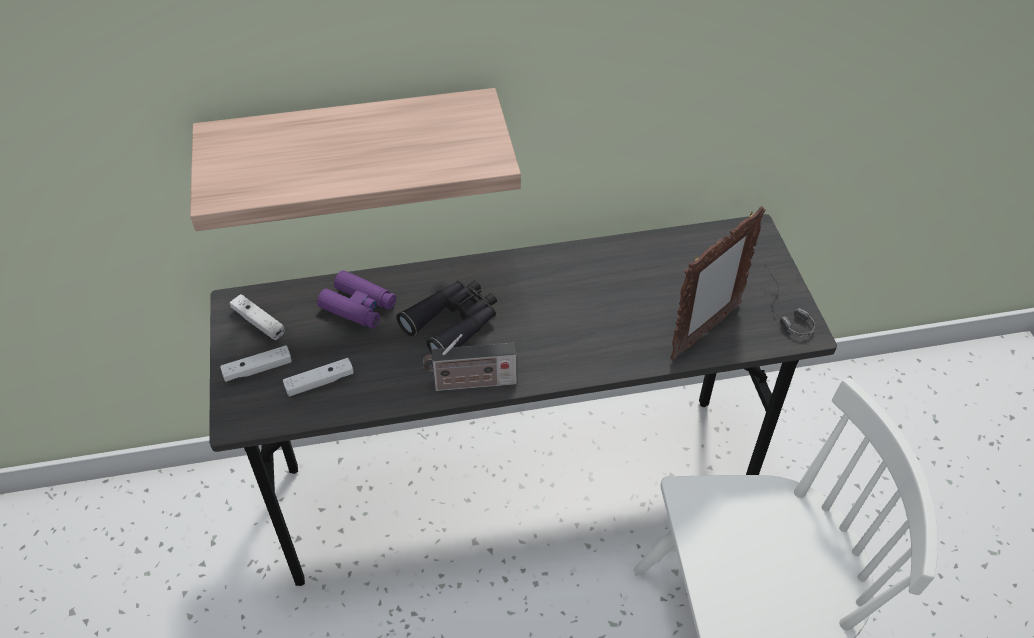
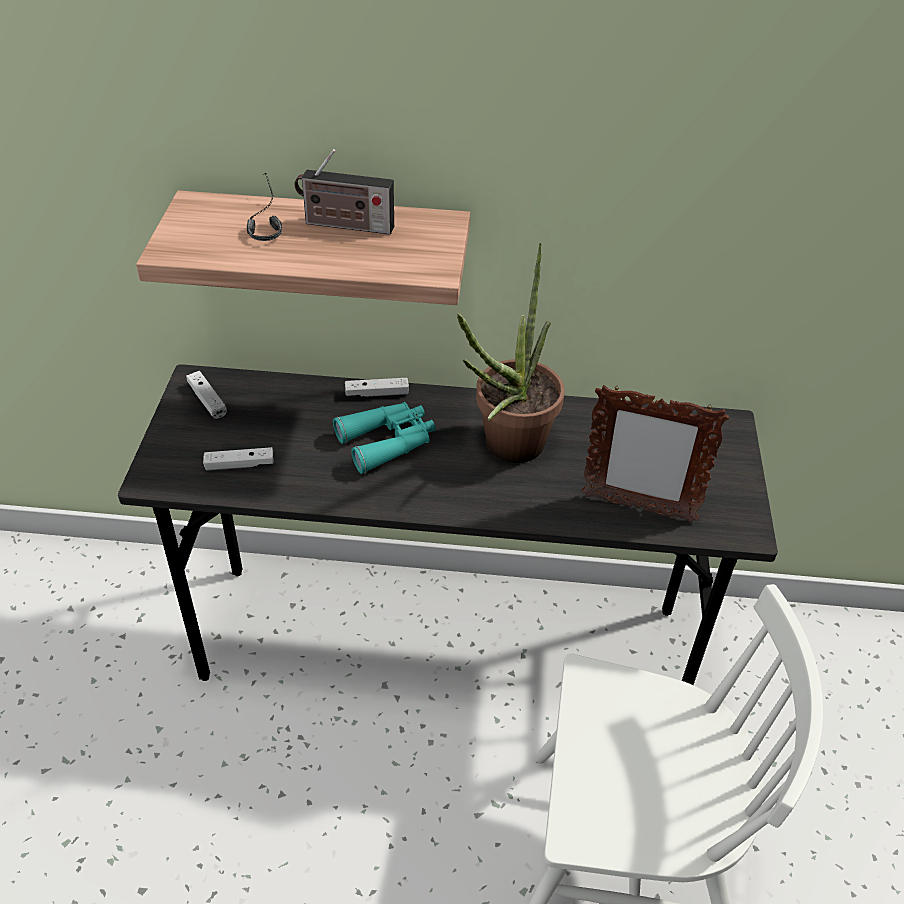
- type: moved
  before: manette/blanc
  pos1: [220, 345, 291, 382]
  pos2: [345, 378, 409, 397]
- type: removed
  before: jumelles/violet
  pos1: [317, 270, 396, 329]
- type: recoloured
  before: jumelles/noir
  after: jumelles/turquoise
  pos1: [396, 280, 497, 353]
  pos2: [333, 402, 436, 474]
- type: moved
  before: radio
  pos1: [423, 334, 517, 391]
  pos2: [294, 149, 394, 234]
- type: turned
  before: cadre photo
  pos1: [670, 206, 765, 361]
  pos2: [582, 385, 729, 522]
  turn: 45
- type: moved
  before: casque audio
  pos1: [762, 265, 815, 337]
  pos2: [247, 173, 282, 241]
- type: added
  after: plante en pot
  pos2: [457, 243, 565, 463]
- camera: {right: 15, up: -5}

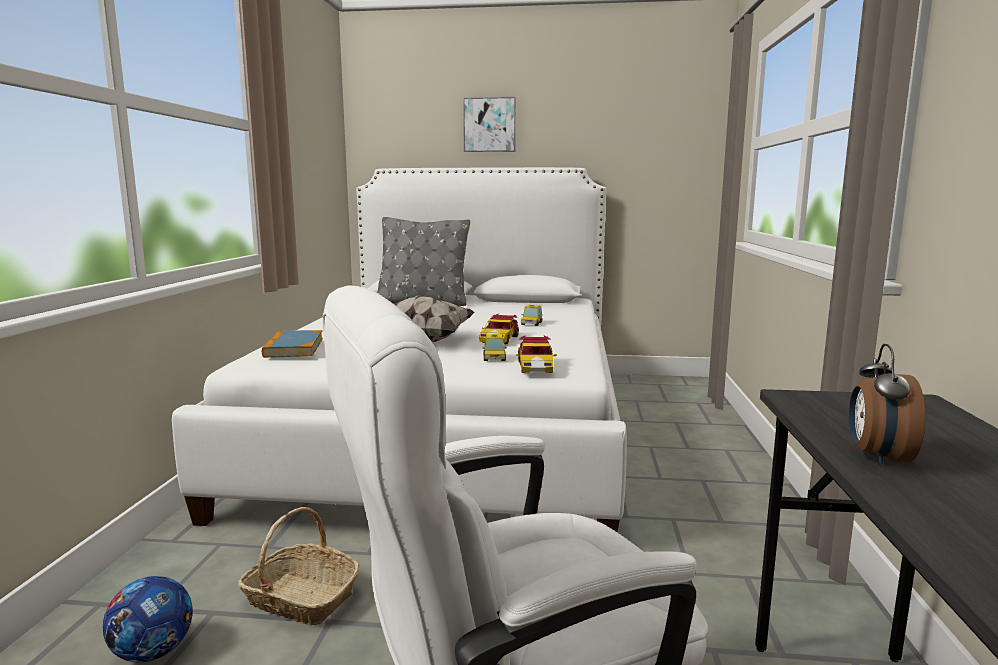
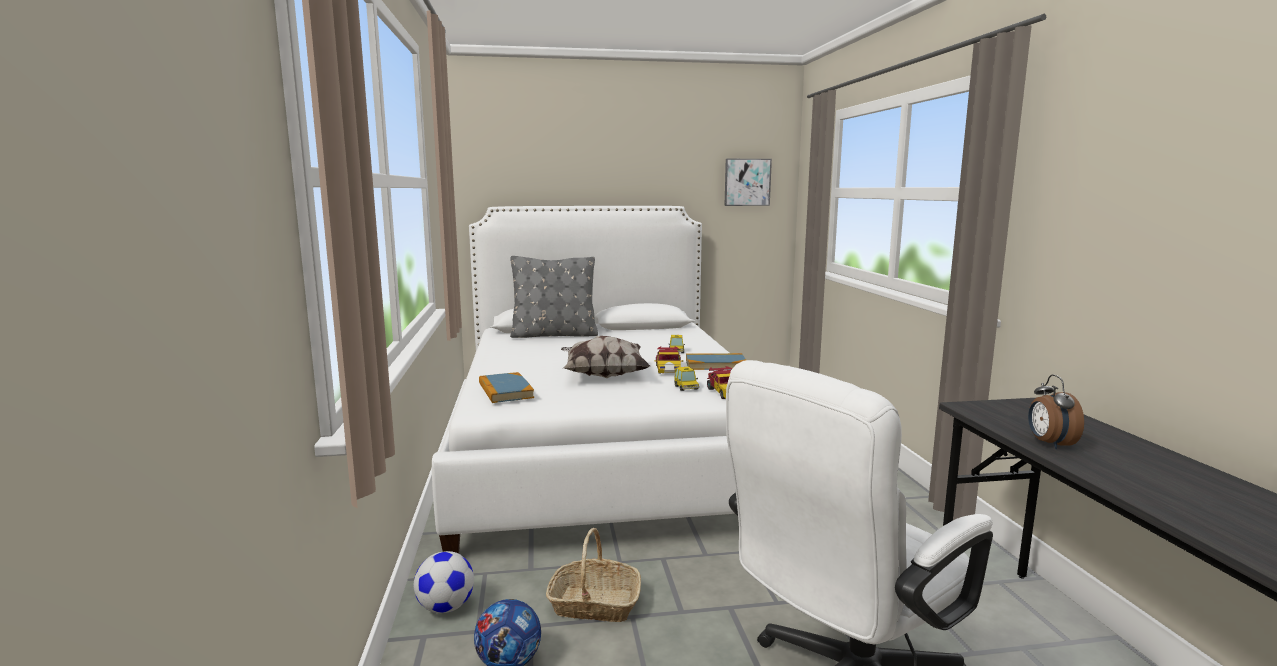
- type: moved
  before: tableau
  pos1: [463, 97, 516, 152]
  pos2: [724, 159, 772, 206]
- type: added
  after: ballon de foot
  pos2: [414, 551, 474, 613]
- type: added
  after: livre
  pos2: [686, 353, 746, 370]
- camera: {right: -15, up: 0}

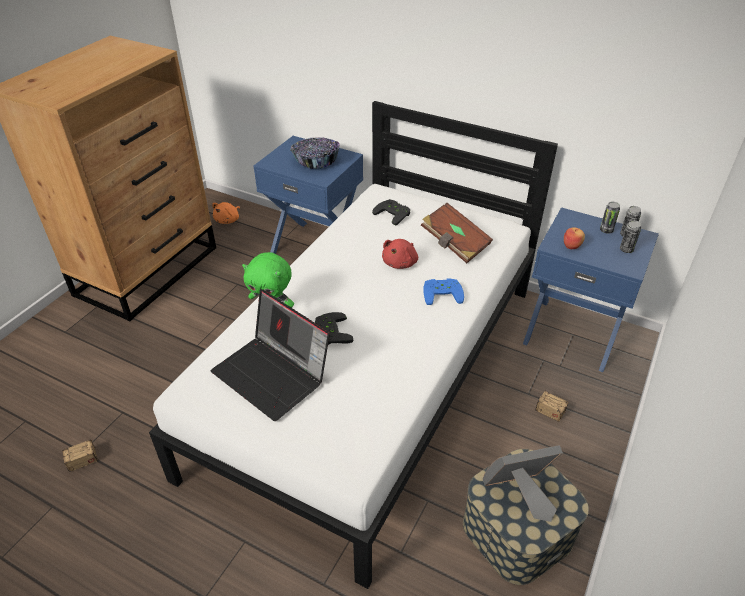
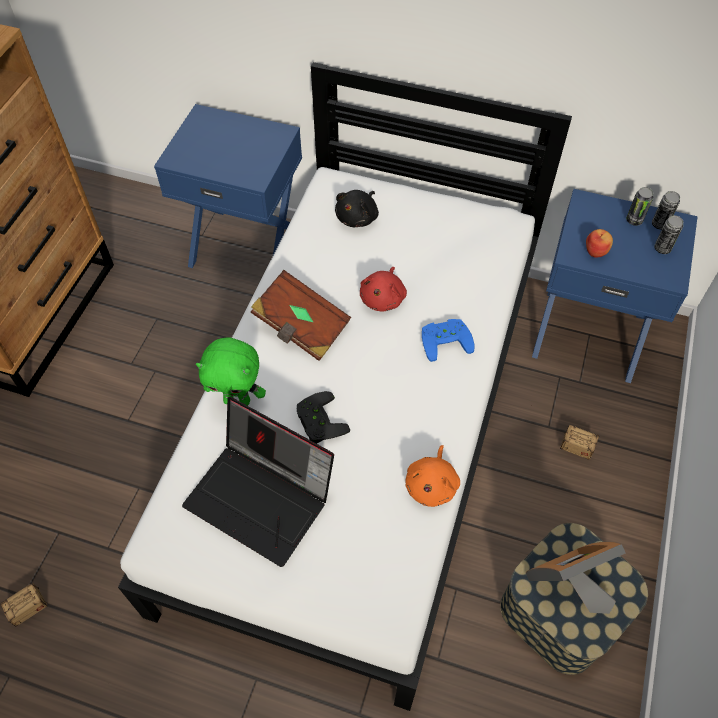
- type: moved
  before: peluche/orange
  pos1: [212, 202, 240, 224]
  pos2: [406, 445, 460, 507]
- type: removed
  before: bol
  pos1: [290, 137, 340, 169]
- type: replaced
  before: manette/noir
  after: peluche/noir
  pos1: [372, 199, 410, 226]
  pos2: [335, 190, 379, 227]
- type: moved
  before: livre/marron
  pos1: [421, 203, 493, 263]
  pos2: [250, 270, 351, 361]
- camera: {right: -10, up: 15}

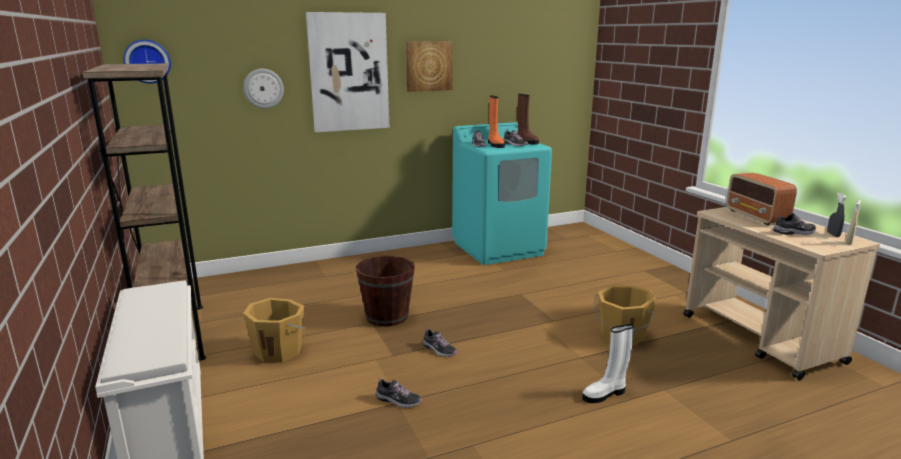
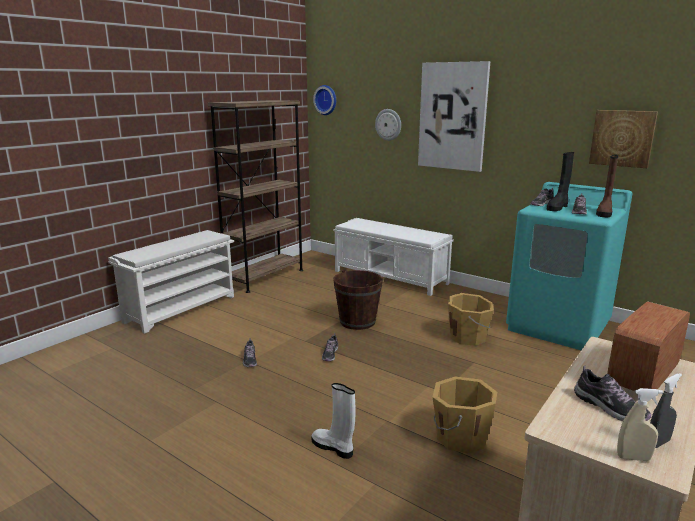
- type: moved
  before: seau/orange
  pos1: [243, 298, 306, 362]
  pos2: [448, 293, 494, 346]
- type: moved
  before: tableau
  pos1: [406, 41, 453, 92]
  pos2: [589, 110, 658, 168]
- type: recoloured
  before: botte/orange
  after: botte/noir
  pos1: [488, 95, 505, 148]
  pos2: [547, 152, 574, 211]
- type: added
  after: banc/blanc
  pos2: [333, 218, 454, 296]
- camera: {right: 60, up: 0}

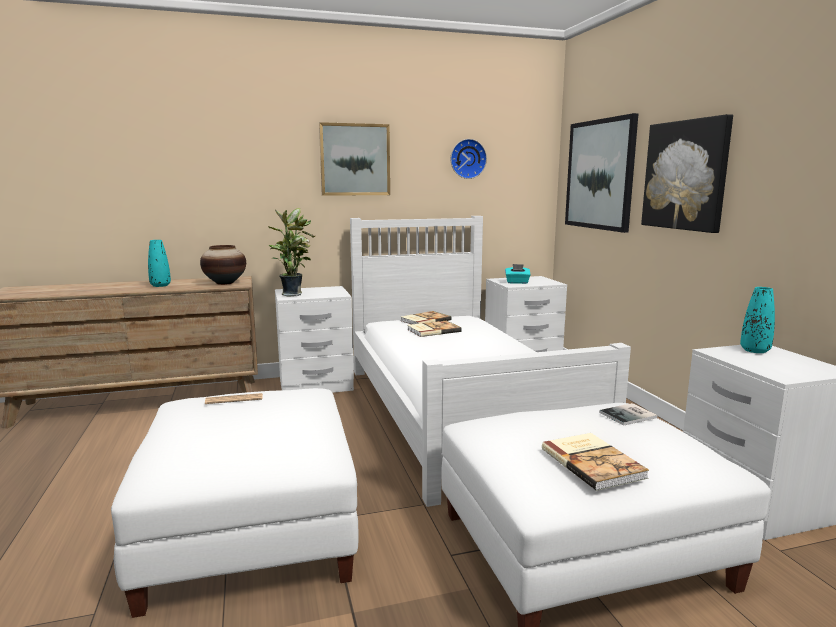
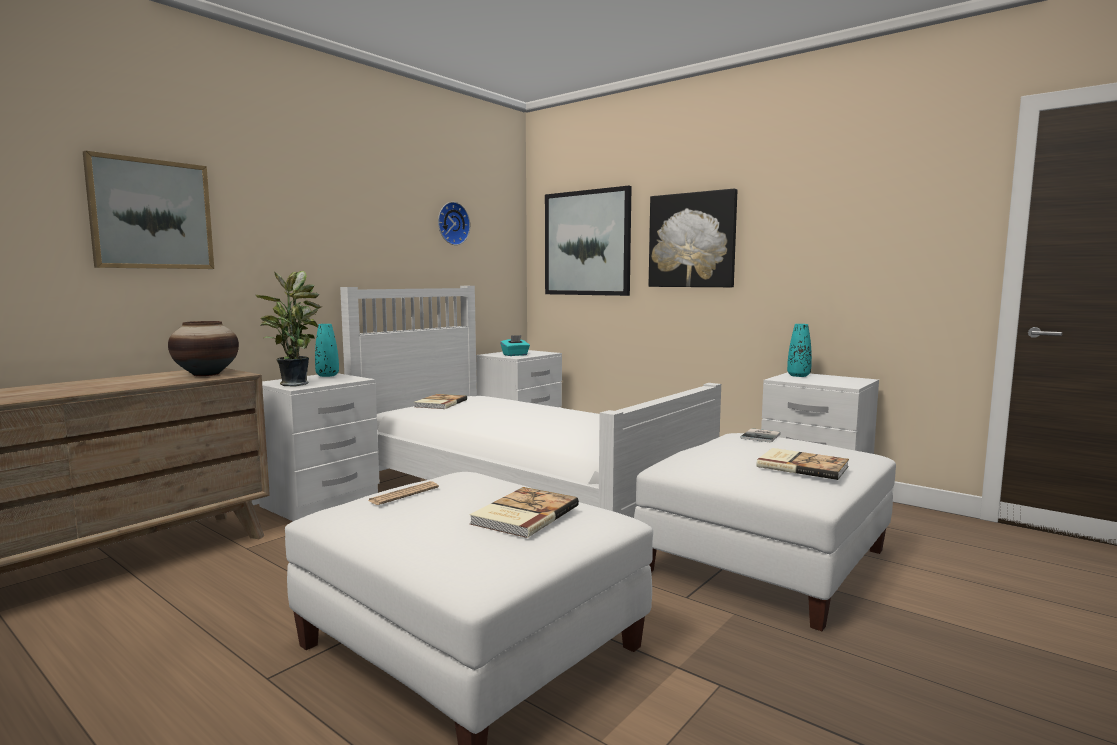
- type: moved
  before: vase/turquoise
  pos1: [148, 240, 171, 287]
  pos2: [315, 324, 339, 377]
- type: moved
  before: tableau
  pos1: [319, 122, 390, 196]
  pos2: [83, 151, 214, 269]
- type: moved
  before: livre
  pos1: [407, 320, 462, 337]
  pos2: [469, 487, 579, 538]
- camera: {right: -35, up: -5}

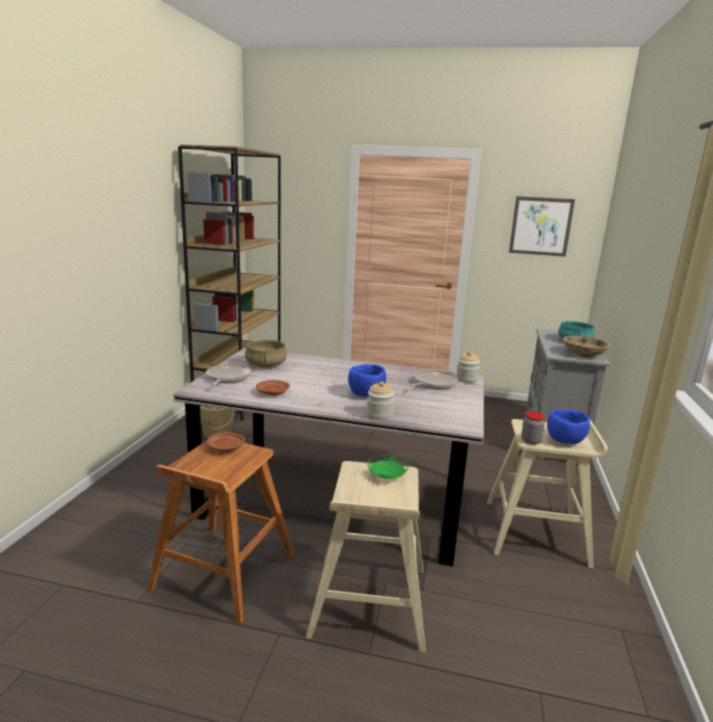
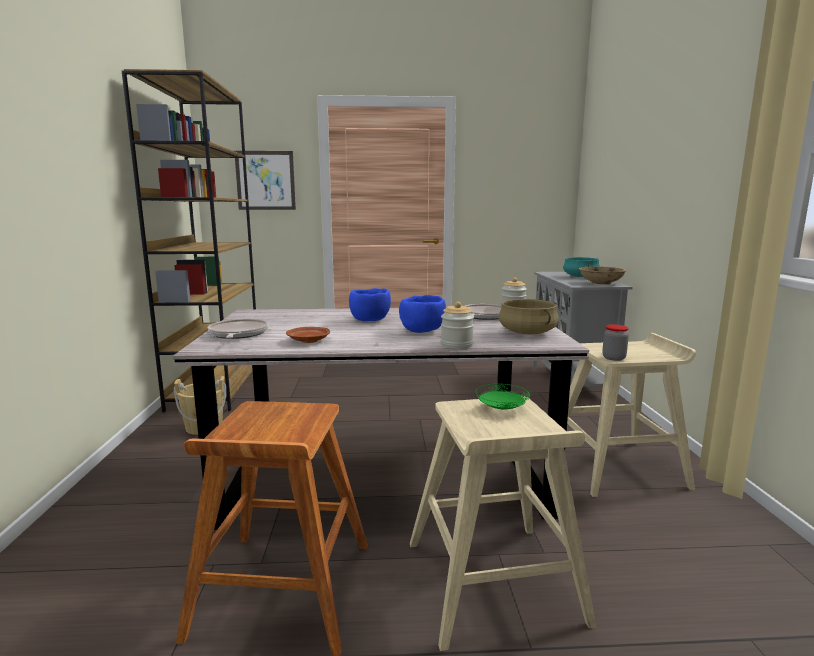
- type: removed
  before: assiette/marron
  pos1: [207, 432, 245, 451]
- type: moved
  before: marmite/beige
  pos1: [245, 340, 287, 367]
  pos2: [498, 299, 558, 334]
- type: moved
  before: tableau
  pos1: [509, 196, 575, 257]
  pos2: [235, 151, 296, 210]
- type: moved
  before: bol/bleu
  pos1: [547, 409, 590, 444]
  pos2: [349, 288, 391, 321]
- camera: {right: -15, up: -5}

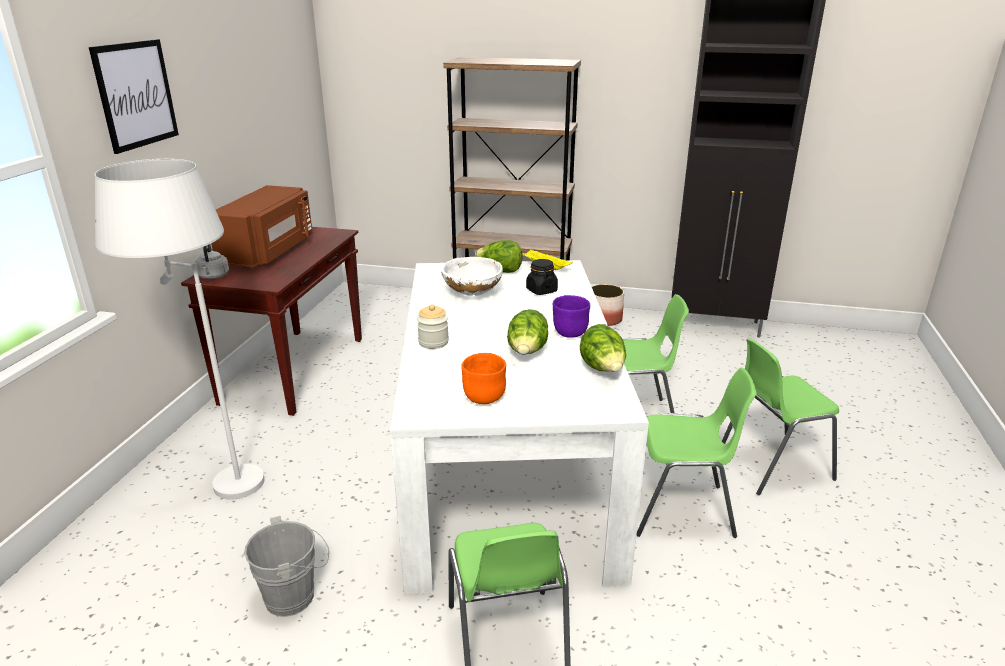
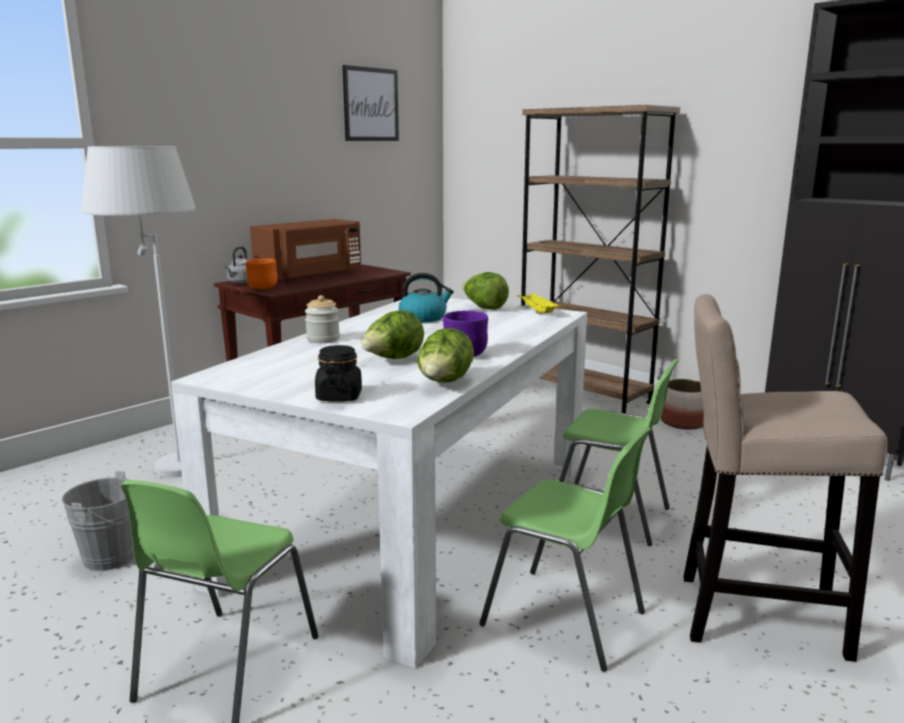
- type: moved
  before: tableau
  pos1: [89, 39, 179, 154]
  pos2: [343, 65, 399, 141]
- type: replaced
  before: bol/blanc
  after: bouilloire
  pos1: [441, 257, 503, 296]
  pos2: [399, 273, 454, 323]
- type: moved
  before: bol/orange
  pos1: [461, 353, 506, 404]
  pos2: [246, 259, 278, 289]
- type: moved
  before: bocal/noir
  pos1: [526, 259, 558, 295]
  pos2: [315, 345, 362, 402]
- type: replaced
  before: chaise/vert
  after: tabouret/beige
  pos1: [722, 338, 839, 495]
  pos2: [684, 294, 887, 662]
- camera: {right: 30, up: -10}

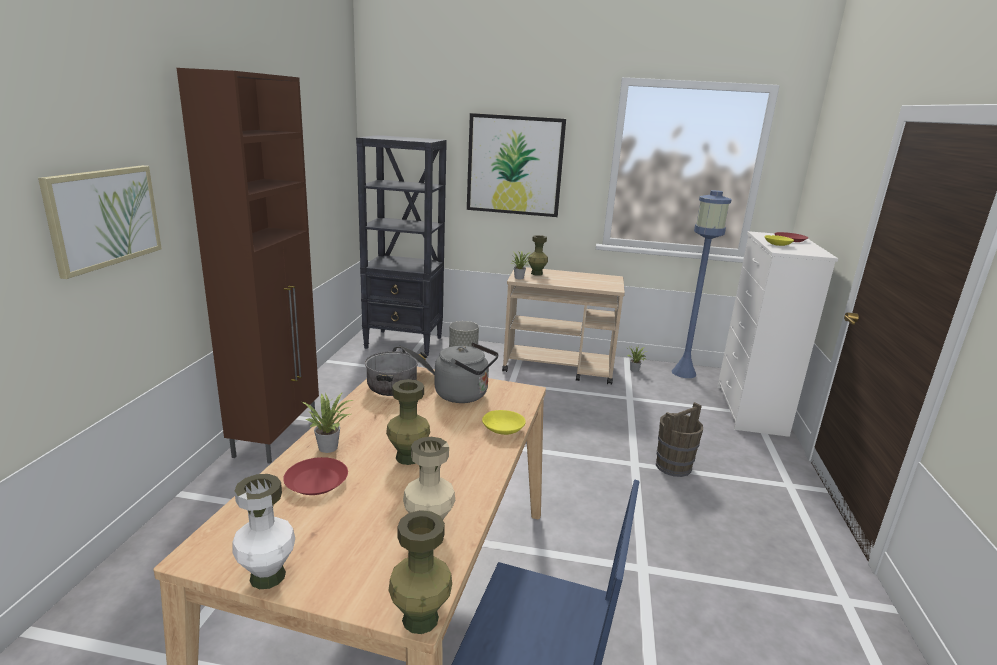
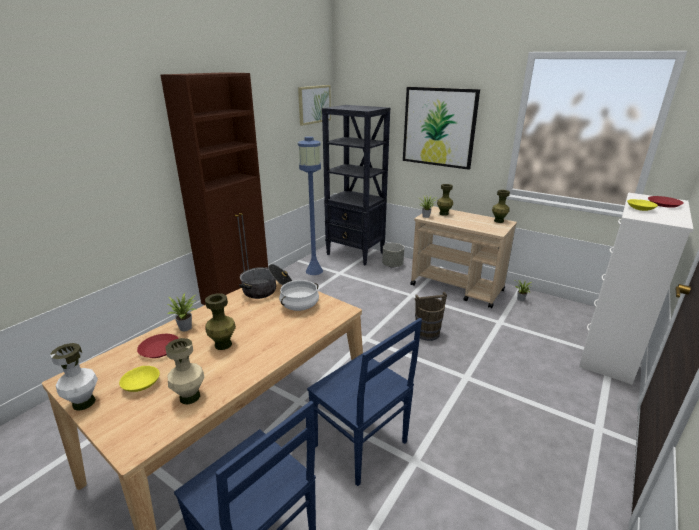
- type: moved
  before: tableau
  pos1: [38, 165, 162, 279]
  pos2: [298, 85, 331, 126]
- type: moved
  before: vase/vert
  pos1: [388, 510, 452, 634]
  pos2: [492, 190, 510, 223]
- type: replaced
  before: bouilloire/gris
  after: marmite/blanc
  pos1: [434, 342, 499, 403]
  pos2: [279, 280, 319, 311]
- type: moved
  before: bol/jaune
  pos1: [482, 410, 526, 435]
  pos2: [119, 366, 160, 392]
- type: moved
  before: seau/marron
  pos1: [656, 402, 703, 477]
  pos2: [415, 292, 447, 341]
- type: moved
  before: lampadaire/bleu
  pos1: [672, 190, 731, 378]
  pos2: [298, 136, 323, 275]
- type: added
  after: chaise/bleu
  pos2: [307, 318, 422, 486]
- camera: {right: 25, up: 5}

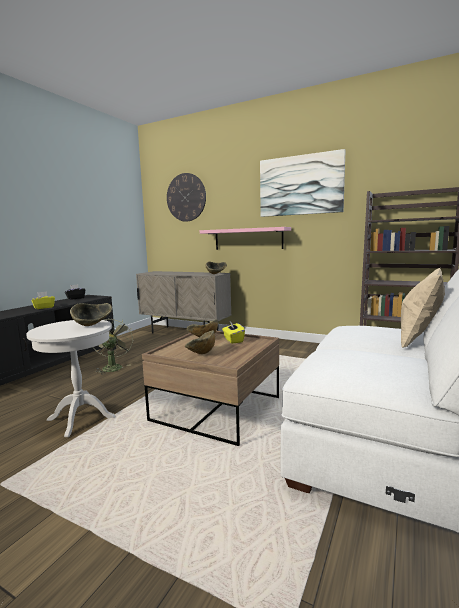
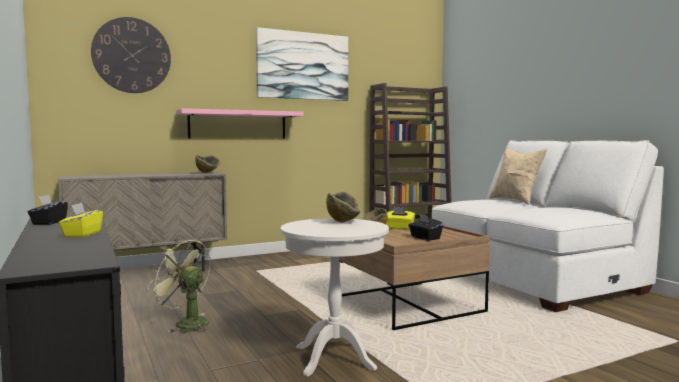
- type: replaced
  before: bol
  after: boîte à mouchoirs/noir
  pos1: [185, 330, 215, 354]
  pos2: [408, 214, 443, 241]
- camera: {right: -55, up: -5}

